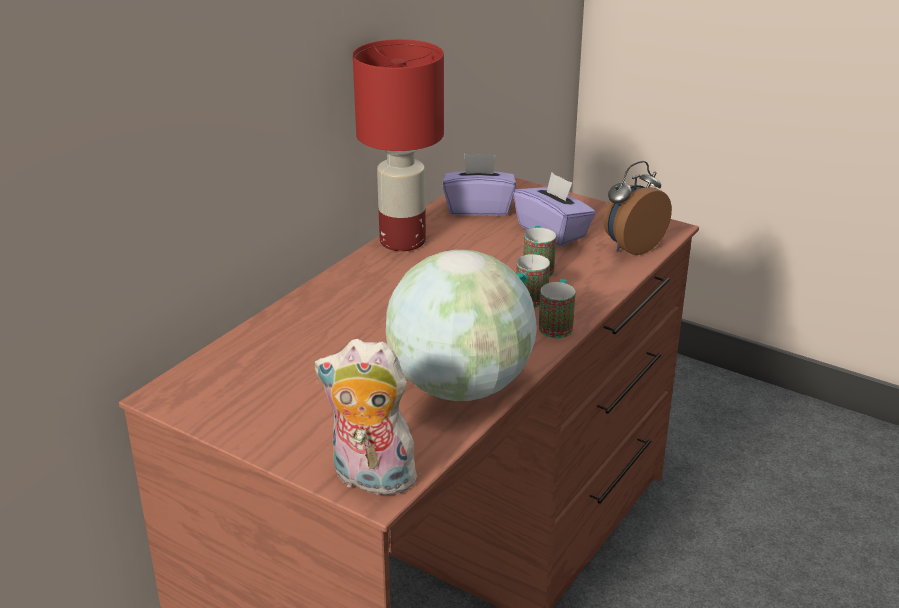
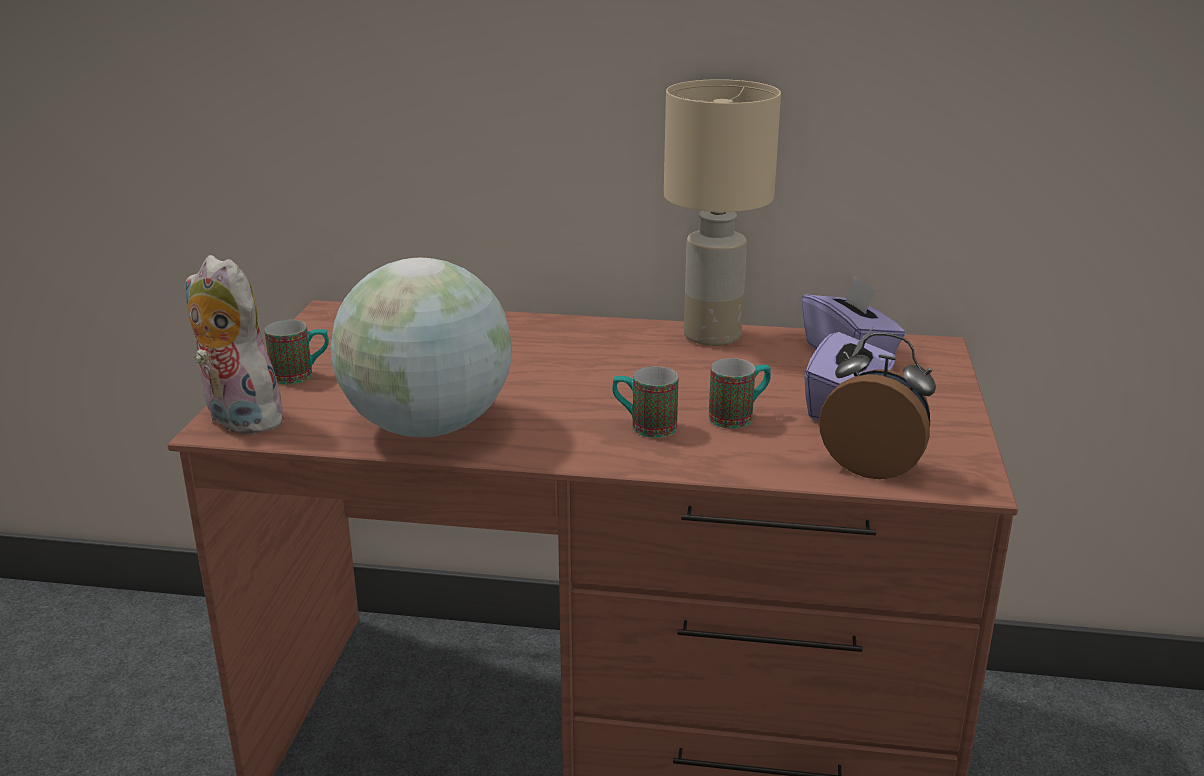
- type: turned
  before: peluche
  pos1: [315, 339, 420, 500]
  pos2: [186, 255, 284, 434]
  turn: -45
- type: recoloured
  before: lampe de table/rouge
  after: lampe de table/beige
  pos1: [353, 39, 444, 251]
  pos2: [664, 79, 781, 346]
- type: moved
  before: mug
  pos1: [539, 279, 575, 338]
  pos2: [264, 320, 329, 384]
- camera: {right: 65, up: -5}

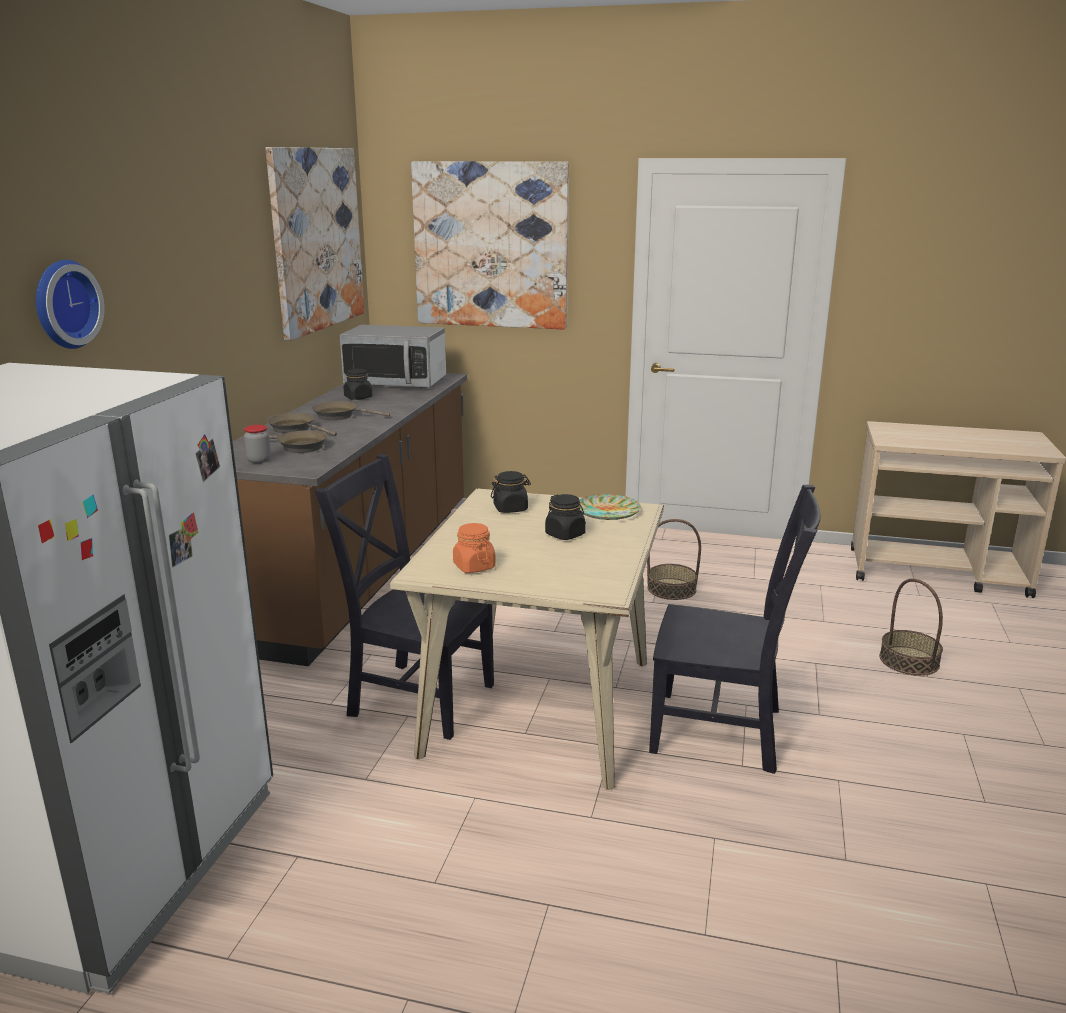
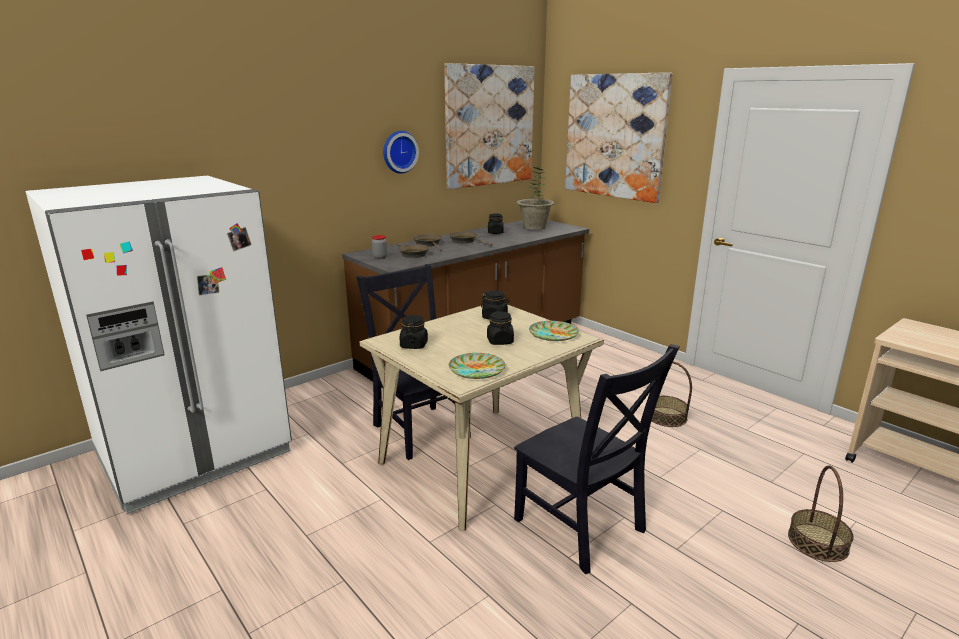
- type: moved
  before: horloge murale
  pos1: [36, 260, 105, 349]
  pos2: [383, 131, 419, 174]
- type: replaced
  before: micro-ondes
  after: plante en pot
  pos1: [340, 325, 446, 388]
  pos2: [516, 167, 555, 230]
- type: recoloured
  before: bocal/orange
  after: bocal/noir
  pos1: [453, 523, 496, 573]
  pos2: [400, 315, 428, 349]
- type: added
  after: assiette
  pos2: [449, 353, 505, 379]
- camera: {right: 35, up: 0}

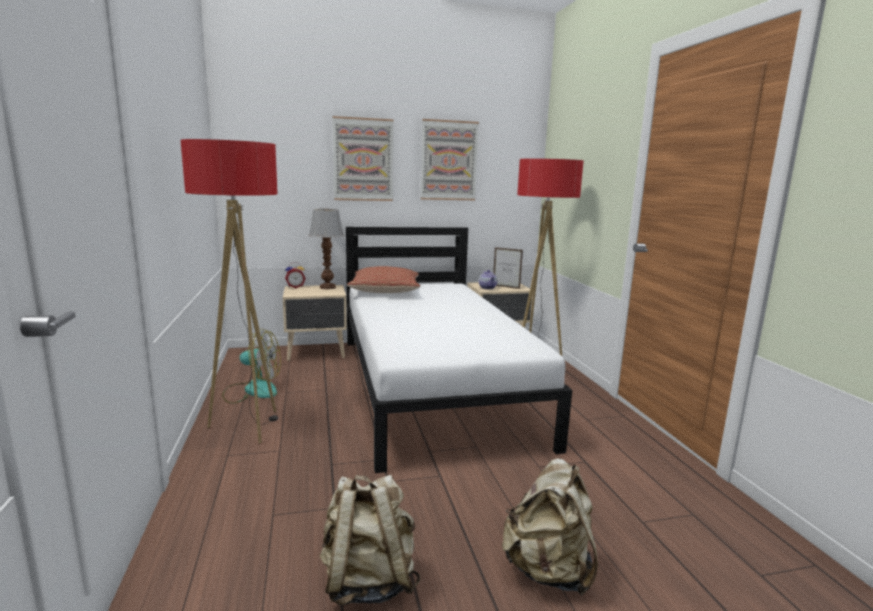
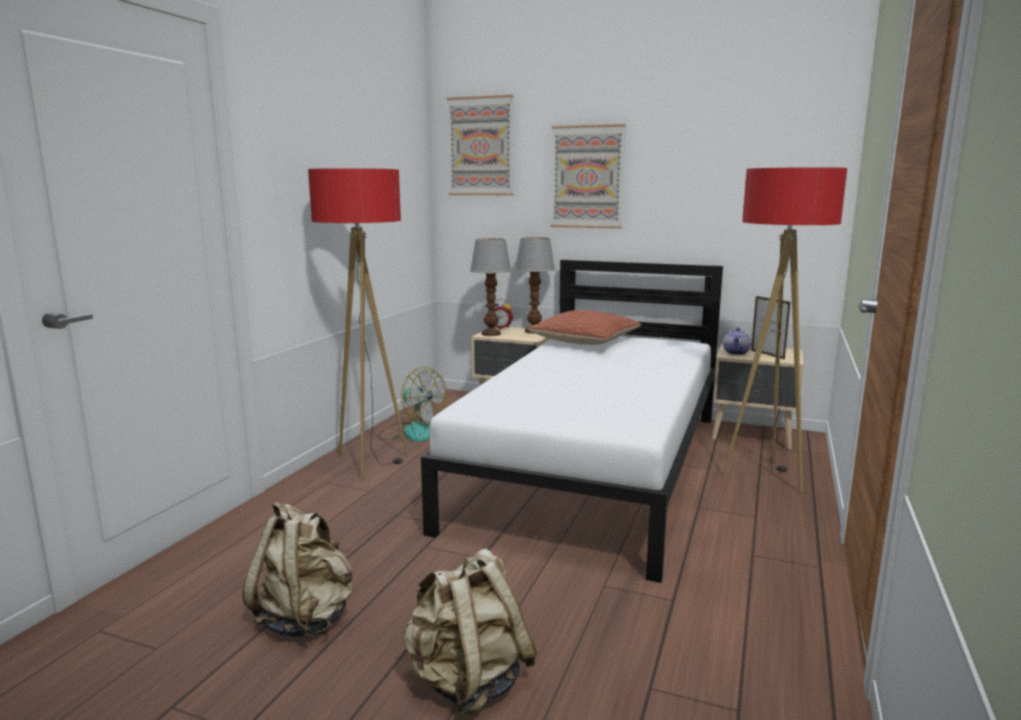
- type: moved
  before: tableau
  pos1: [420, 119, 479, 200]
  pos2: [446, 95, 514, 195]
- type: added
  after: lampe de table
  pos2: [470, 238, 512, 336]
- camera: {right: 35, up: 0}

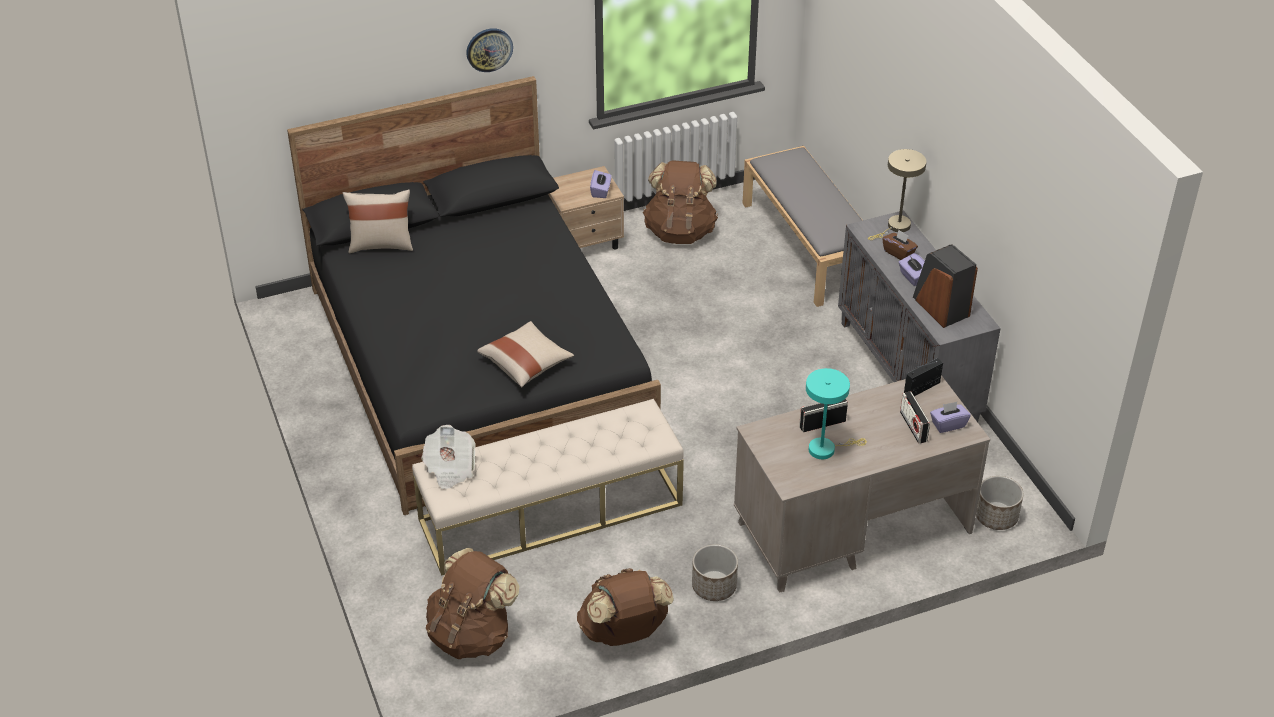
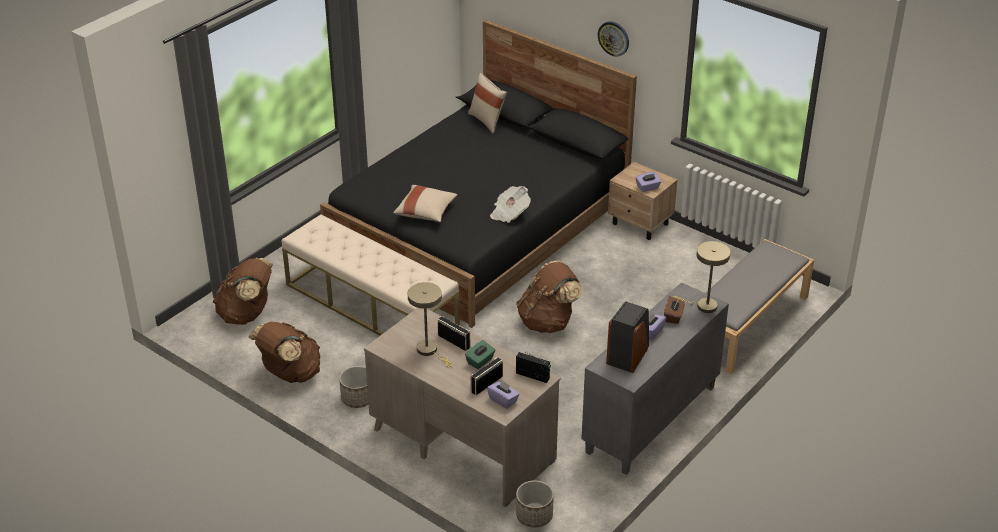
- type: moved
  before: journal
  pos1: [421, 425, 476, 489]
  pos2: [490, 186, 531, 223]
- type: moved
  before: sac à dos/marron
  pos1: [643, 160, 718, 244]
  pos2: [516, 260, 582, 333]
- type: recoloured
  before: lampe de table/turquoise
  after: lampe de table/beige
  pos1: [806, 368, 867, 459]
  pos2: [408, 282, 452, 367]
- type: added
  after: boîte à mouchoirs/vert
  pos2: [465, 340, 496, 369]
- camera: {right: 60, up: -5}

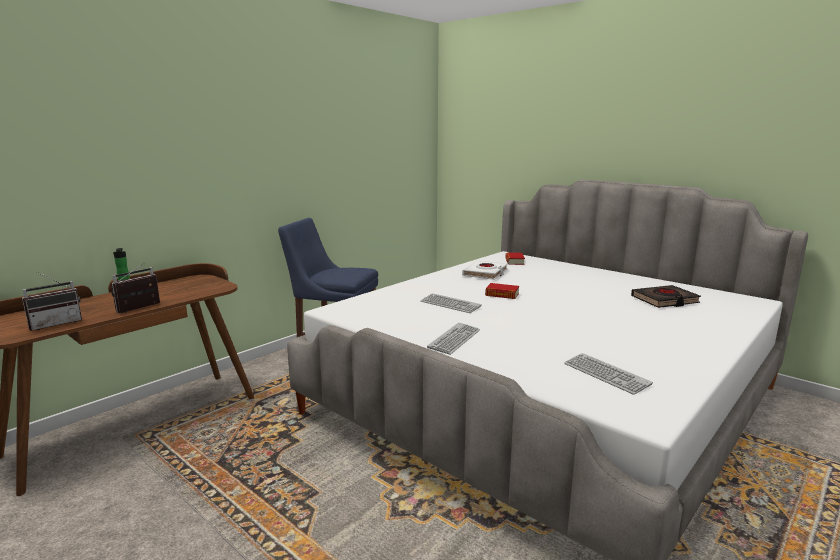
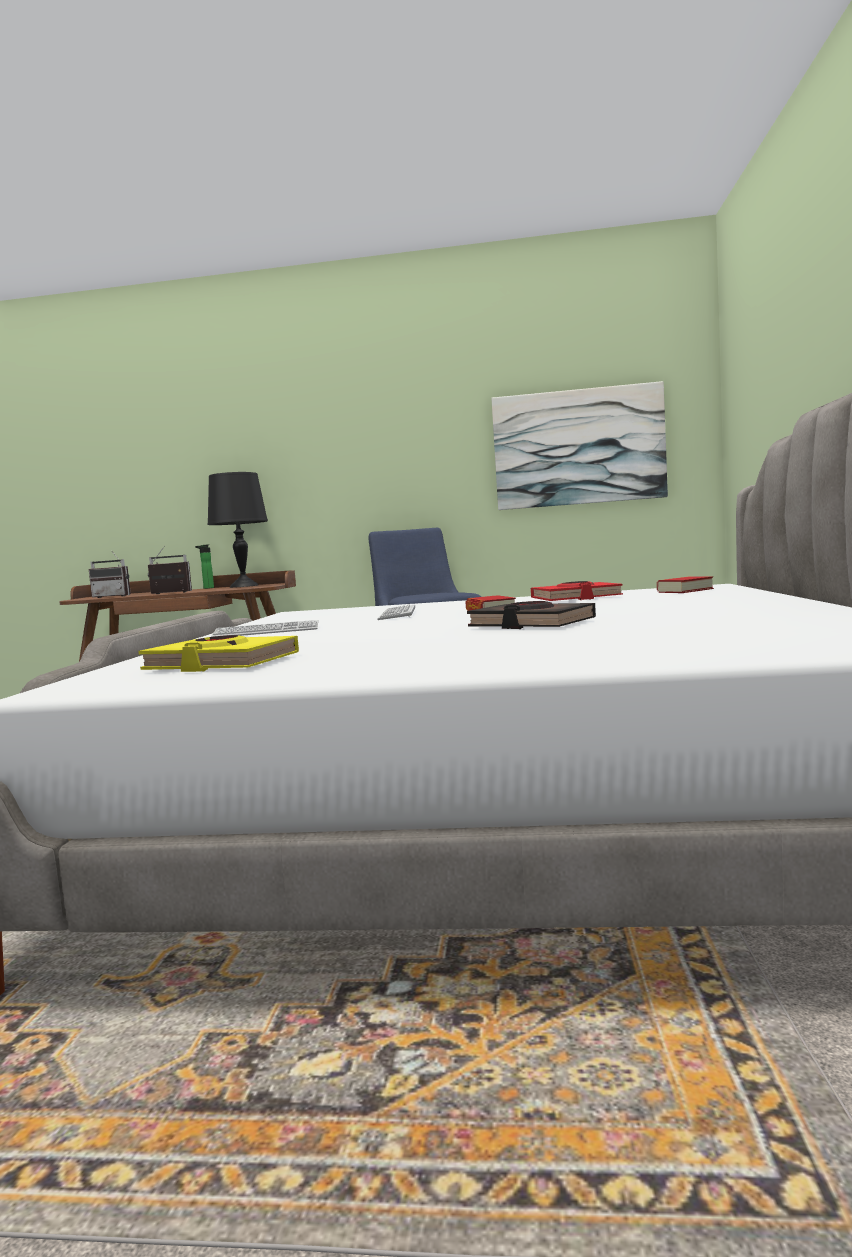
- type: recoloured
  before: livre/blanc
  after: livre/rouge
  pos1: [462, 260, 508, 280]
  pos2: [531, 581, 623, 601]
- type: replaced
  before: clavier
  after: livre/jaune
  pos1: [564, 353, 653, 395]
  pos2: [138, 635, 299, 672]
- type: moved
  before: livre/noir
  pos1: [631, 285, 701, 308]
  pos2: [467, 601, 596, 629]
- type: added
  after: lampe de table/noir
  pos2: [207, 472, 268, 588]
- type: added
  after: tableau
  pos2: [492, 381, 668, 510]
- camera: {right: 55, up: -10}

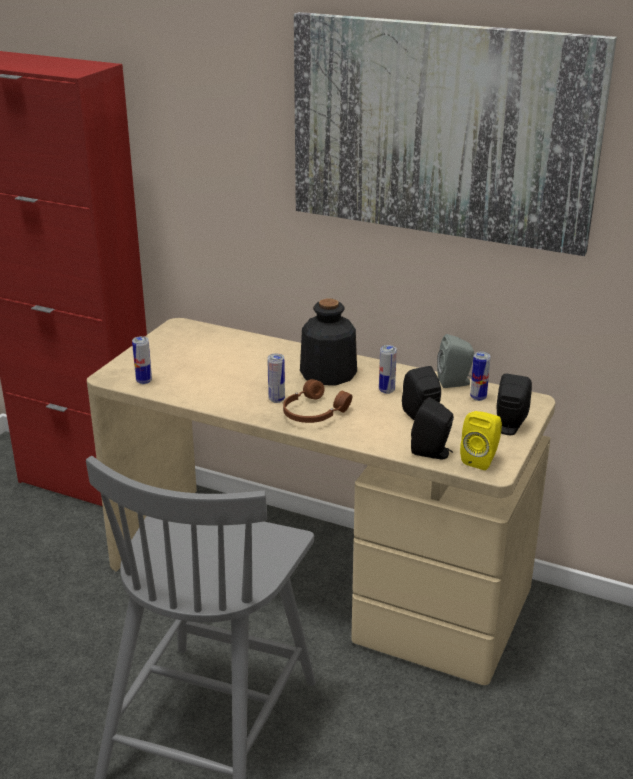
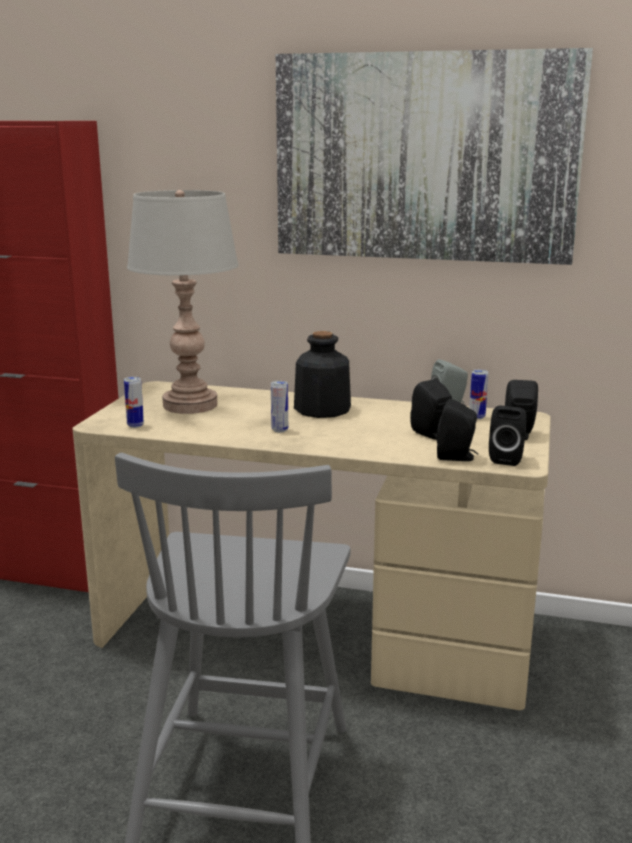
- type: removed
  before: casque audio/marron
  pos1: [283, 379, 352, 423]
- type: removed
  before: boîte métallique
  pos1: [379, 345, 397, 394]
- type: recoloured
  before: enceinte/jaune
  after: enceinte/noir
  pos1: [460, 411, 502, 470]
  pos2: [489, 406, 527, 466]
- type: added
  after: lampe de table/gris
  pos2: [127, 190, 239, 414]
- camera: {right: -10, up: -10}

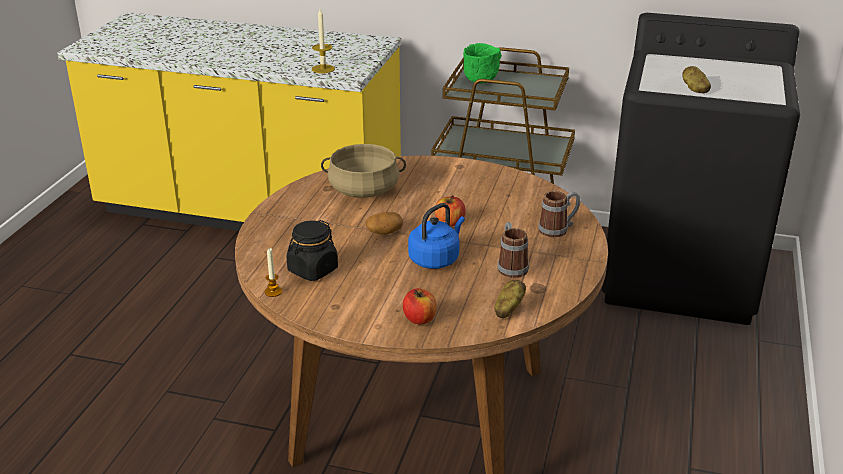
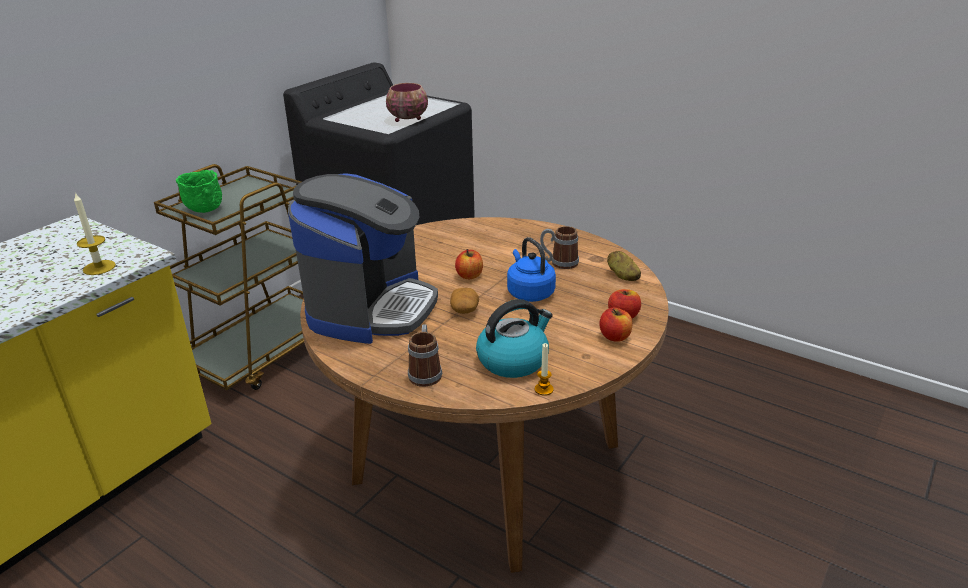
- type: replaced
  before: bocal/noir
  after: bouilloire
  pos1: [286, 220, 338, 281]
  pos2: [476, 299, 553, 378]
- type: replaced
  before: marmite/beige
  after: machine à café
  pos1: [321, 144, 406, 198]
  pos2: [288, 173, 438, 344]
- type: moved
  before: mug
  pos1: [538, 191, 580, 238]
  pos2: [408, 324, 442, 387]
- type: replaced
  before: pomme de terre
  after: bol
  pos1: [682, 66, 711, 93]
  pos2: [386, 83, 428, 122]
- type: added
  after: pomme
  pos2: [599, 307, 632, 342]
- camera: {right: -70, up: 0}

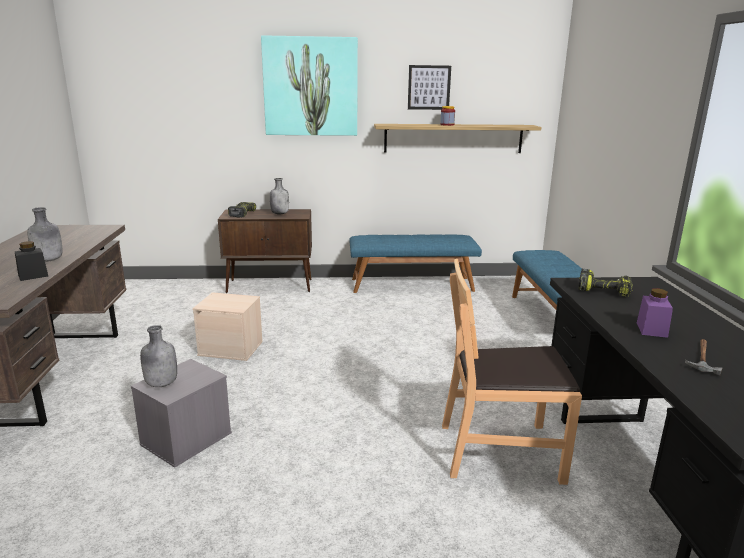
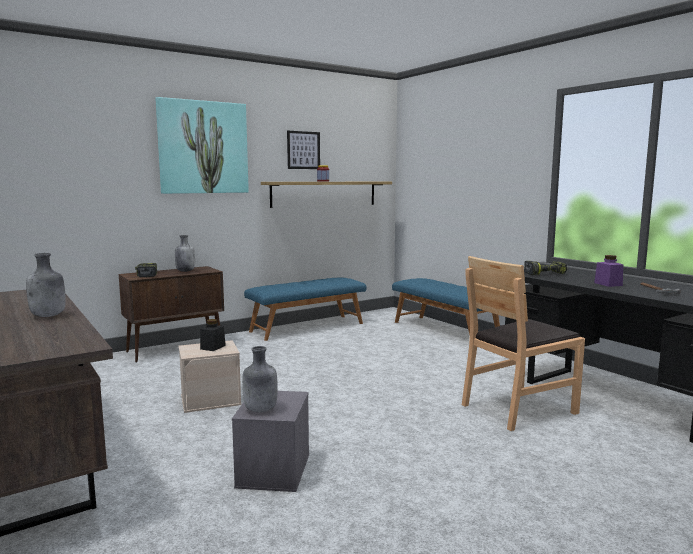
- type: moved
  before: bocal/noir
  pos1: [15, 241, 48, 281]
  pos2: [200, 319, 226, 351]
- camera: {right: -30, up: -10}

